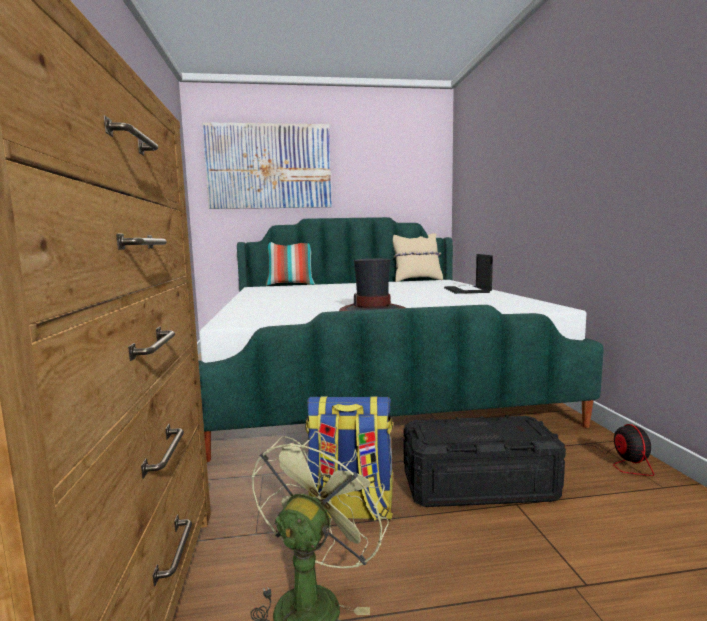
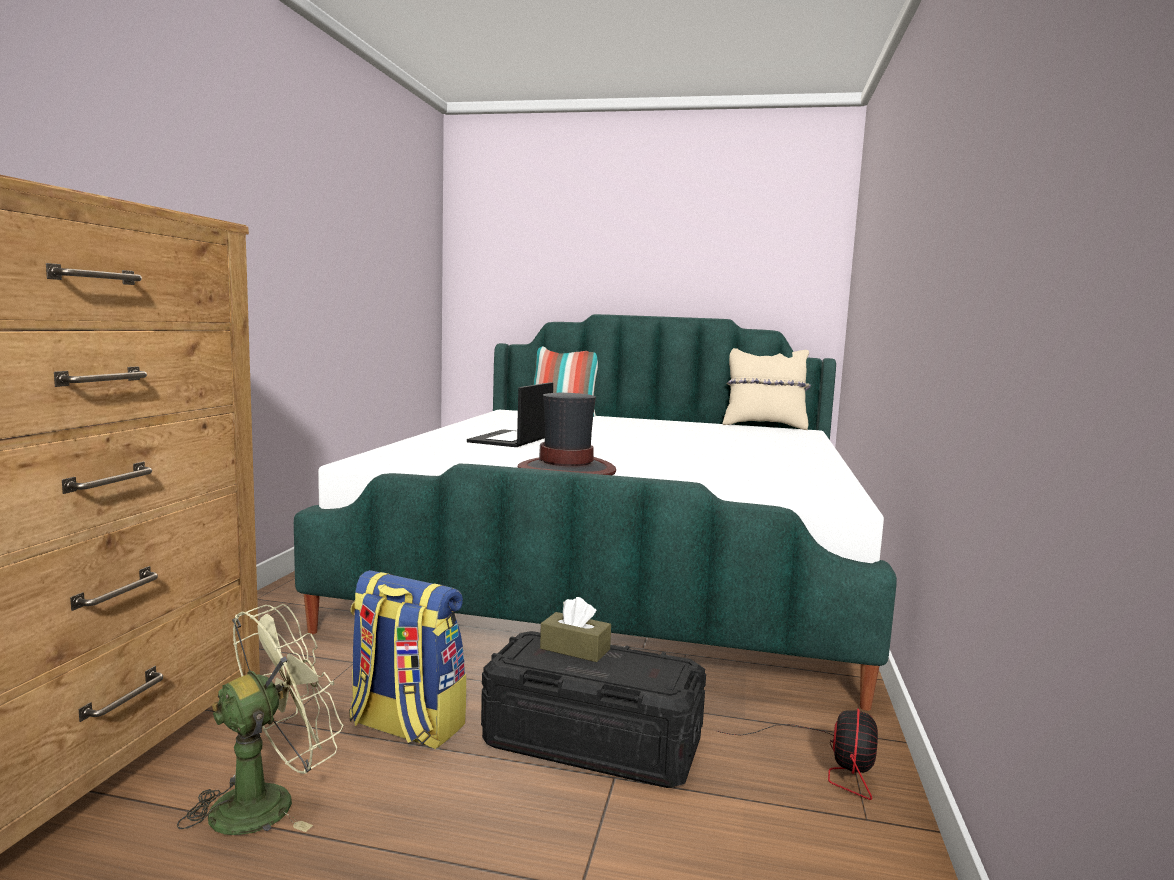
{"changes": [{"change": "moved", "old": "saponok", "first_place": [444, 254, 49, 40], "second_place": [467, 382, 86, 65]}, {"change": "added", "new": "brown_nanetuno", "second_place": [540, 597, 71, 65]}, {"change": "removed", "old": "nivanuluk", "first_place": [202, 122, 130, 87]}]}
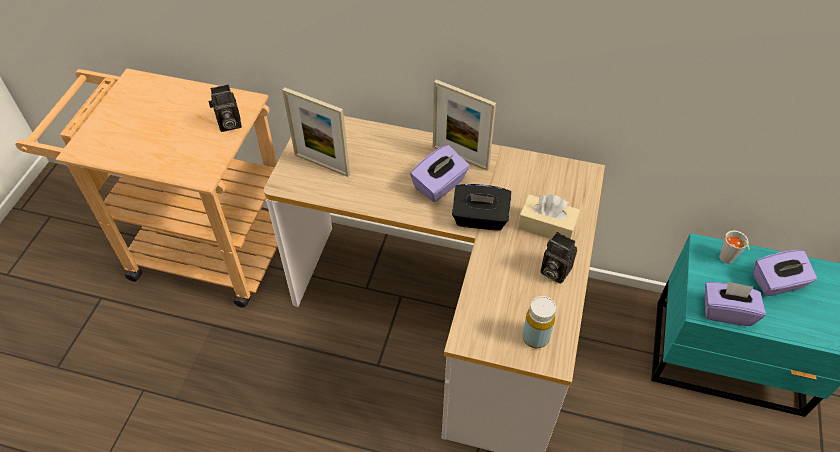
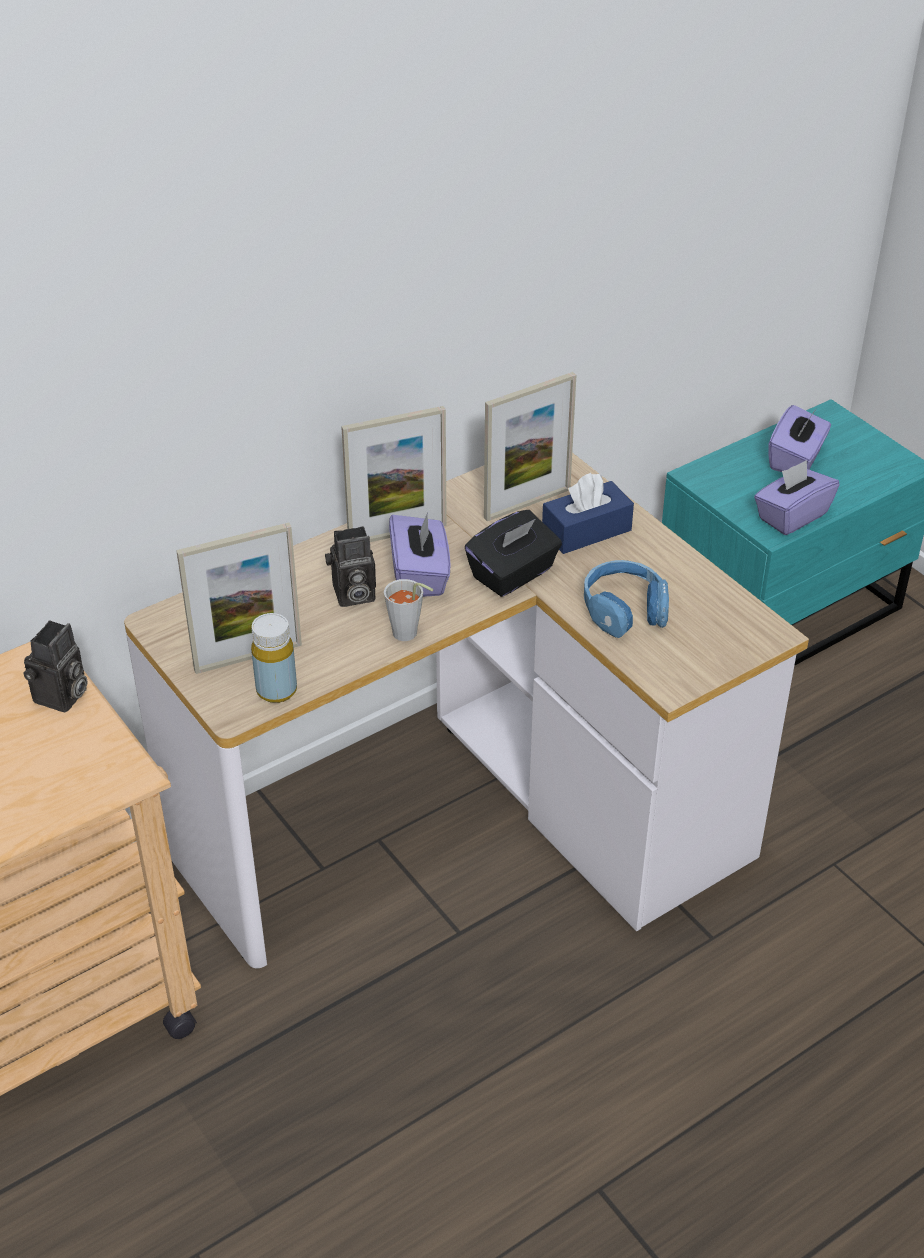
{"changes": [{"change": "moved", "old": "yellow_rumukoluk", "first_place": [522, 296, 34, 52], "second_place": [251, 613, 46, 90]}, {"change": "moved", "old": "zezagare", "first_place": [540, 232, 37, 52], "second_place": [325, 526, 51, 81]}, {"change": "moved", "old": "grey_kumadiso", "first_place": [719, 231, 31, 33], "second_place": [384, 579, 49, 62]}, {"change": "added", "new": "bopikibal", "second_place": [484, 372, 93, 149]}, {"change": "recoloured", "old": "beige_nanetuno", "new": "blue_nanetuno", "first_place": [518, 194, 62, 45], "second_place": [542, 473, 92, 81]}, {"change": "added", "new": "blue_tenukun", "second_place": [584, 560, 85, 78]}]}
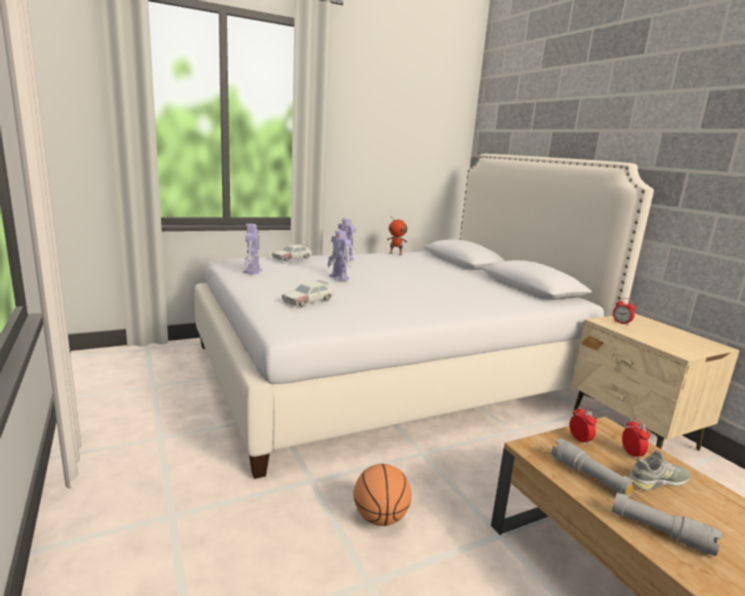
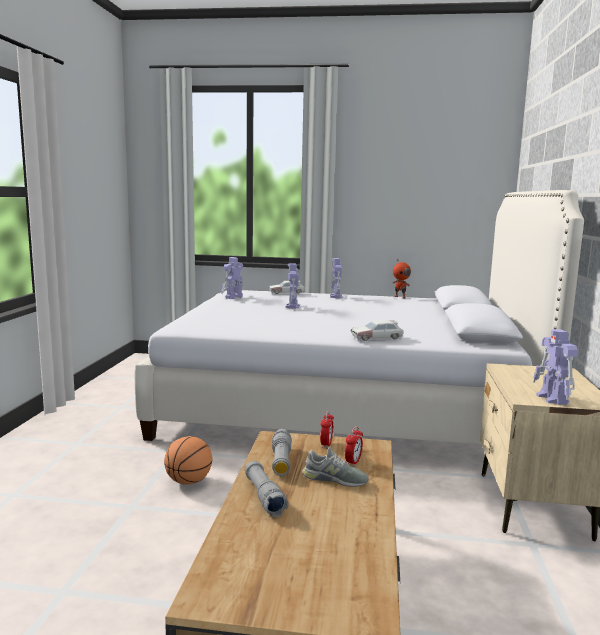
{"changes": [{"change": "moved", "old": "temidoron", "first_place": [282, 280, 52, 27], "second_place": [351, 320, 52, 21]}, {"change": "added", "new": "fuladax", "second_place": [533, 329, 45, 76]}, {"change": "removed", "old": "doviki", "first_place": [613, 298, 22, 27]}]}
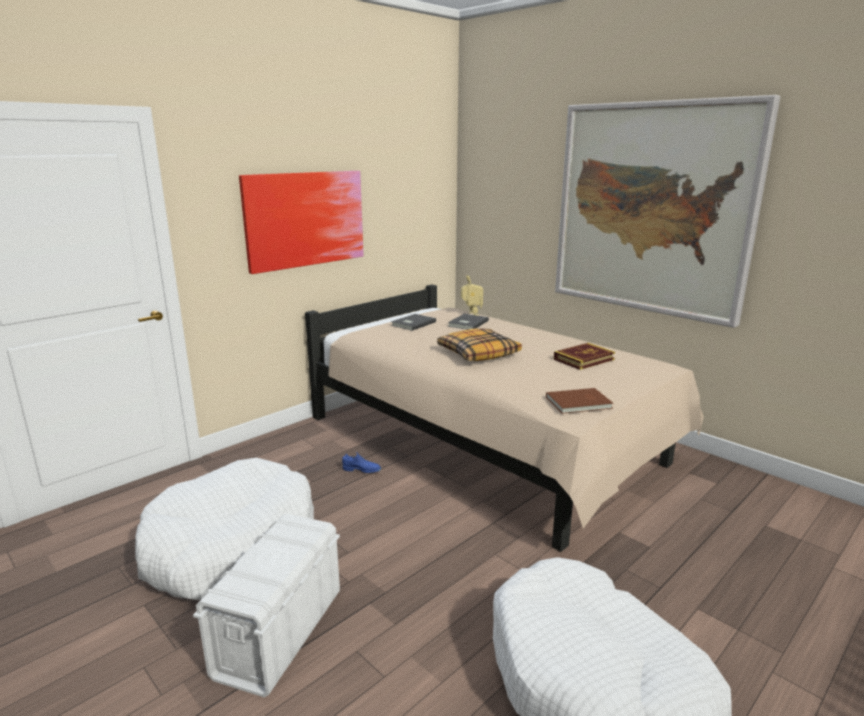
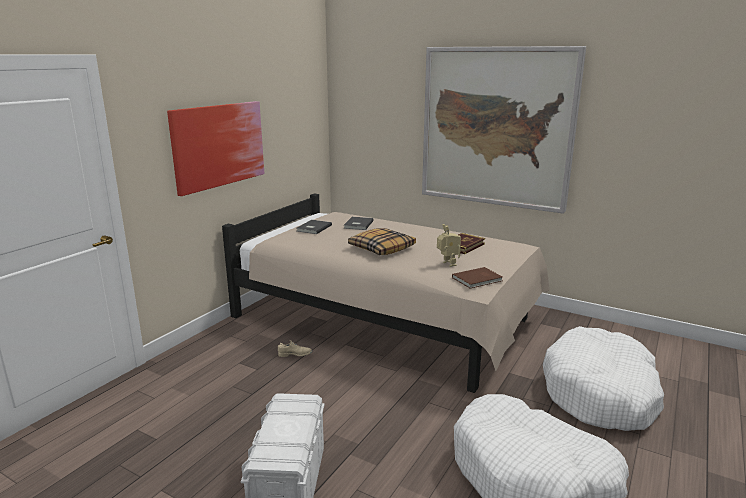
{"changes": [{"change": "recoloured", "old": "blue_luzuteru", "new": "beige_luzuteru", "first_place": [342, 452, 39, 21], "second_place": [278, 340, 34, 17]}, {"change": "moved", "old": "fuladax", "first_place": [461, 276, 22, 40], "second_place": [437, 224, 24, 43]}, {"change": "moved", "old": "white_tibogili", "first_place": [135, 458, 179, 142], "second_place": [543, 326, 121, 105]}]}
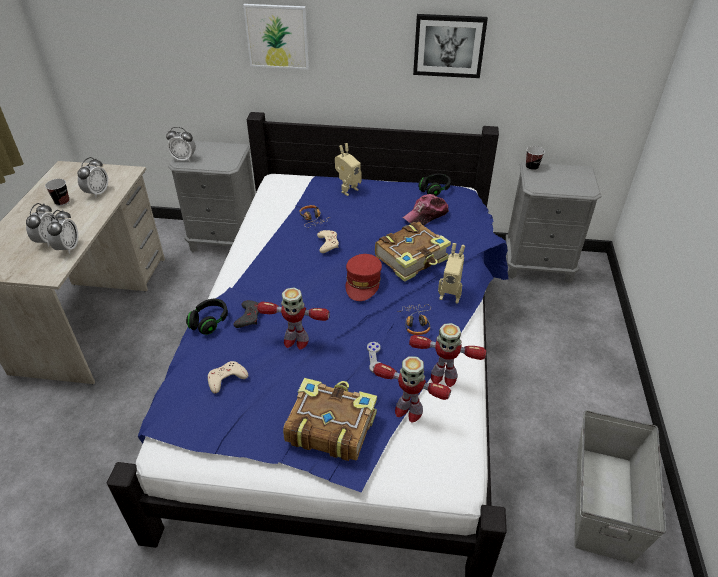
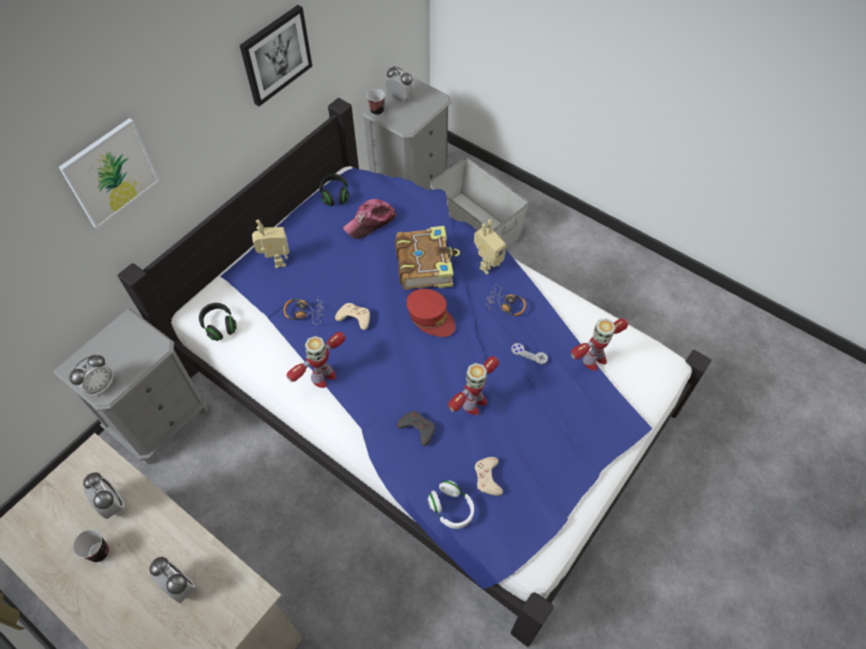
{"changes": [{"change": "moved", "old": "black_tenukun", "first_place": [186, 299, 42, 36], "second_place": [199, 303, 38, 38]}, {"change": "moved", "old": "fuladax", "first_place": [409, 323, 77, 64], "second_place": [286, 332, 60, 56]}, {"change": "turned", "old": "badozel", "first_place": [402, 194, 47, 32], "second_place": [343, 199, 53, 40], "degrees": 60}, {"change": "moved", "old": "doviki", "first_place": [47, 210, 31, 44], "second_place": [386, 66, 28, 35]}, {"change": "added", "new": "white_tenukun", "second_place": [427, 481, 47, 48]}, {"change": "moved", "old": "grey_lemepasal", "first_place": [574, 410, 92, 153], "second_place": [430, 157, 99, 91]}, {"change": "removed", "old": "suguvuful", "first_place": [283, 378, 94, 83]}]}
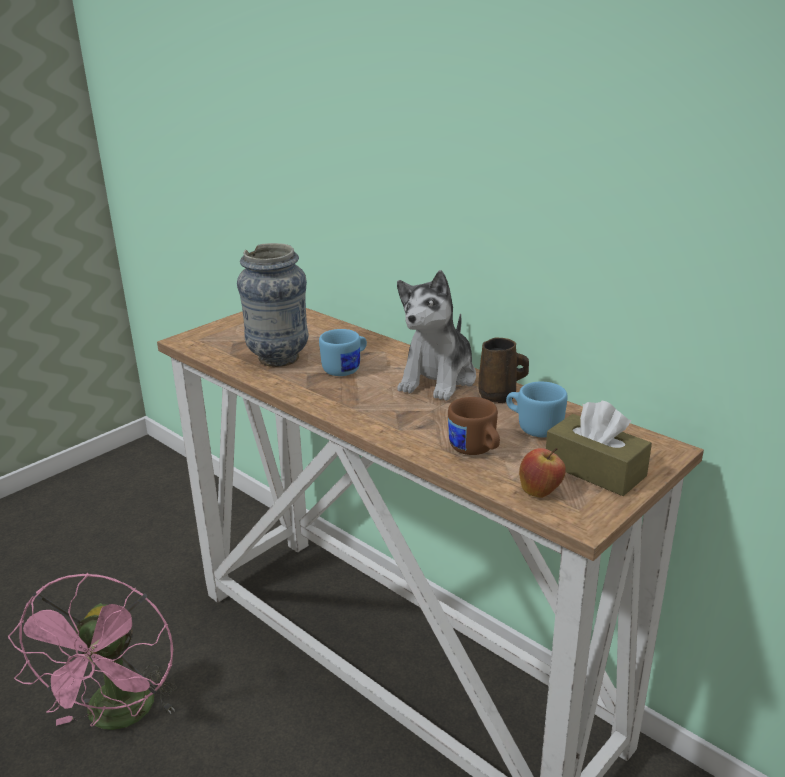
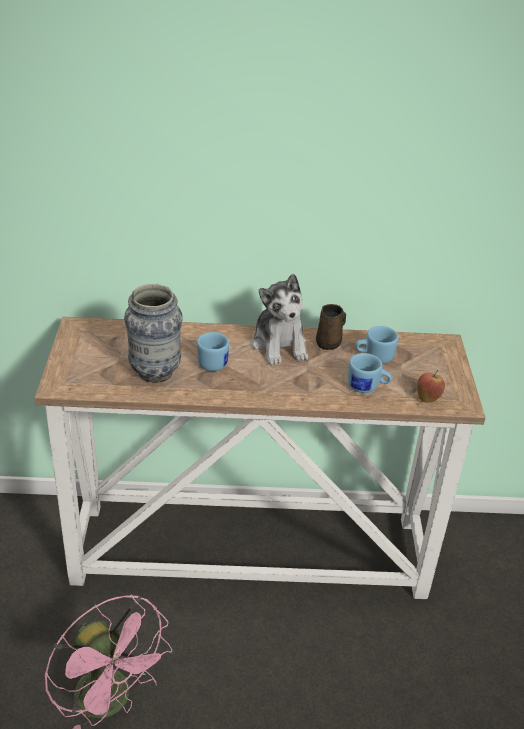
{"changes": [{"change": "recoloured", "old": "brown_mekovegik", "new": "blue_mekovegik", "first_place": [448, 397, 52, 58], "second_place": [348, 353, 44, 40]}, {"change": "removed", "old": "brown_nanetuno", "first_place": [546, 401, 106, 95]}]}
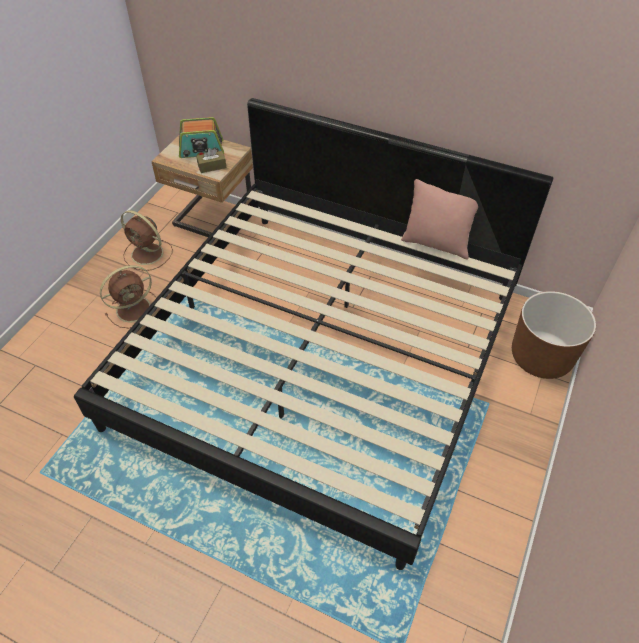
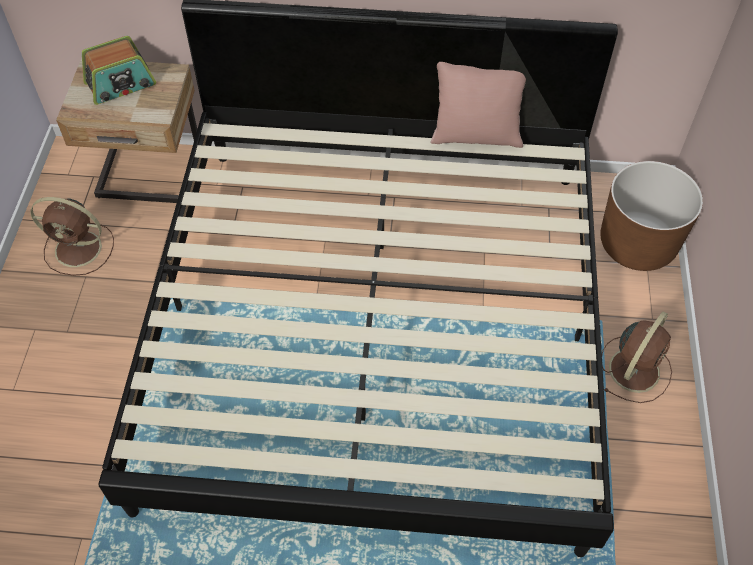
{"changes": [{"change": "moved", "old": "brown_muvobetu", "first_place": [100, 265, 57, 63], "second_place": [602, 311, 70, 92]}, {"change": "removed", "old": "brown_nanetuno", "first_place": [196, 148, 31, 25]}]}
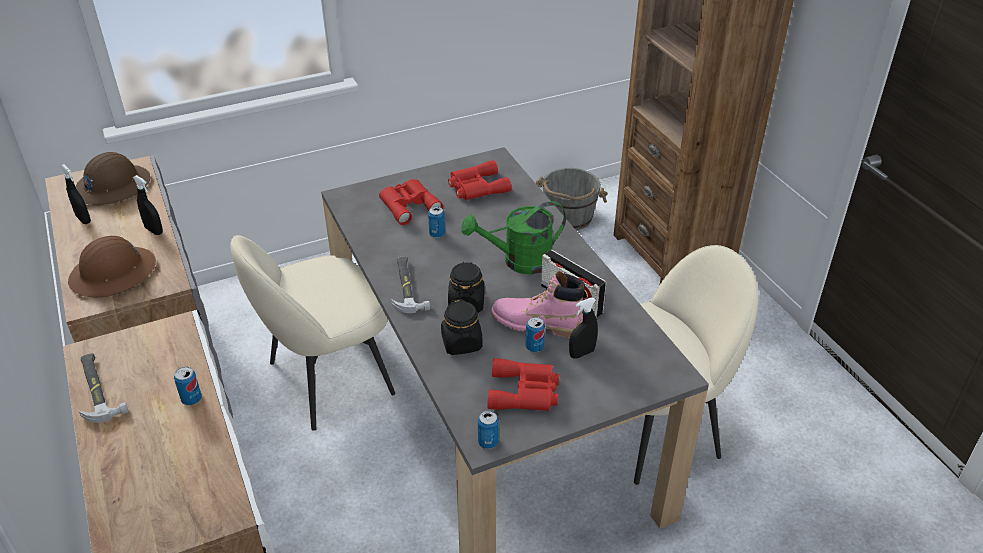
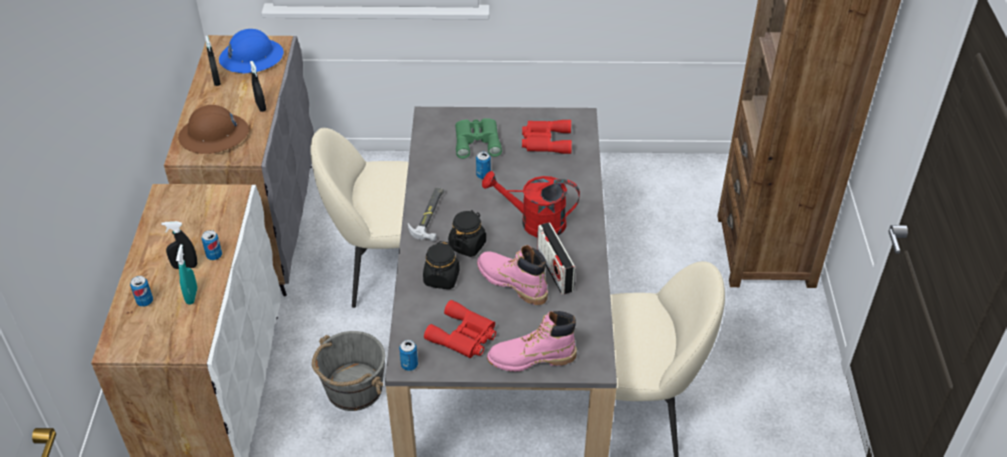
{"changes": [{"change": "moved", "old": "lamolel", "first_place": [526, 317, 19, 35], "second_place": [130, 276, 23, 31]}, {"change": "moved", "old": "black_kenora", "first_place": [569, 298, 29, 61], "second_place": [161, 221, 36, 48]}, {"change": "added", "new": "turquoise_kenora", "second_place": [176, 244, 21, 61]}, {"change": "recoloured", "old": "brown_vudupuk", "new": "blue_vudupuk", "first_place": [75, 152, 75, 53], "second_place": [219, 29, 65, 44]}, {"change": "moved", "old": "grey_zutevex", "first_place": [536, 168, 72, 62], "second_place": [312, 331, 73, 80]}, {"change": "recoloured", "old": "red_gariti", "new": "green_gariti", "first_place": [379, 179, 64, 46], "second_place": [455, 118, 47, 41]}, {"change": "recoloured", "old": "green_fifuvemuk", "new": "red_fifuvemuk", "first_place": [461, 201, 105, 73], "second_place": [482, 171, 98, 67]}, {"change": "added", "new": "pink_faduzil", "second_place": [487, 311, 90, 61]}, {"change": "removed", "old": "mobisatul", "first_place": [79, 353, 50, 70]}]}
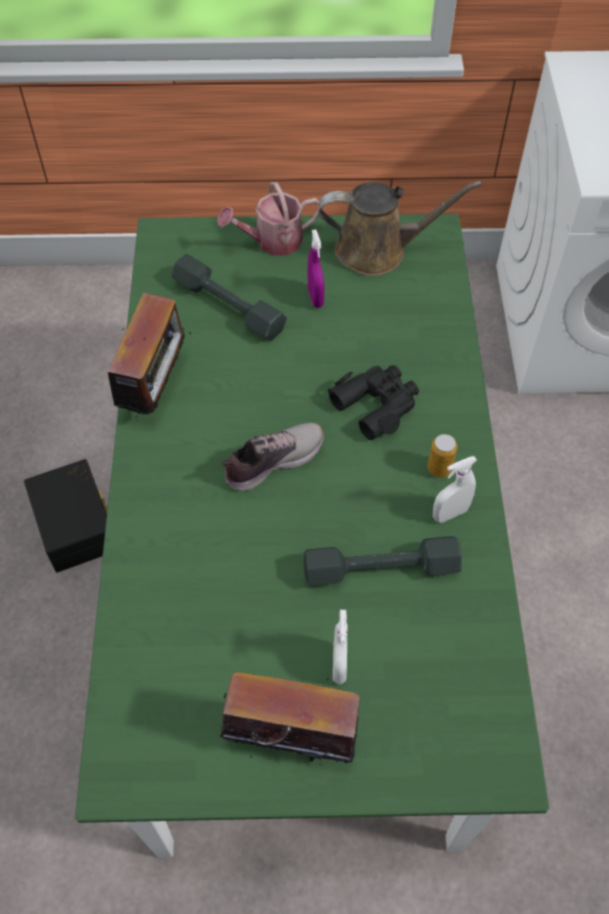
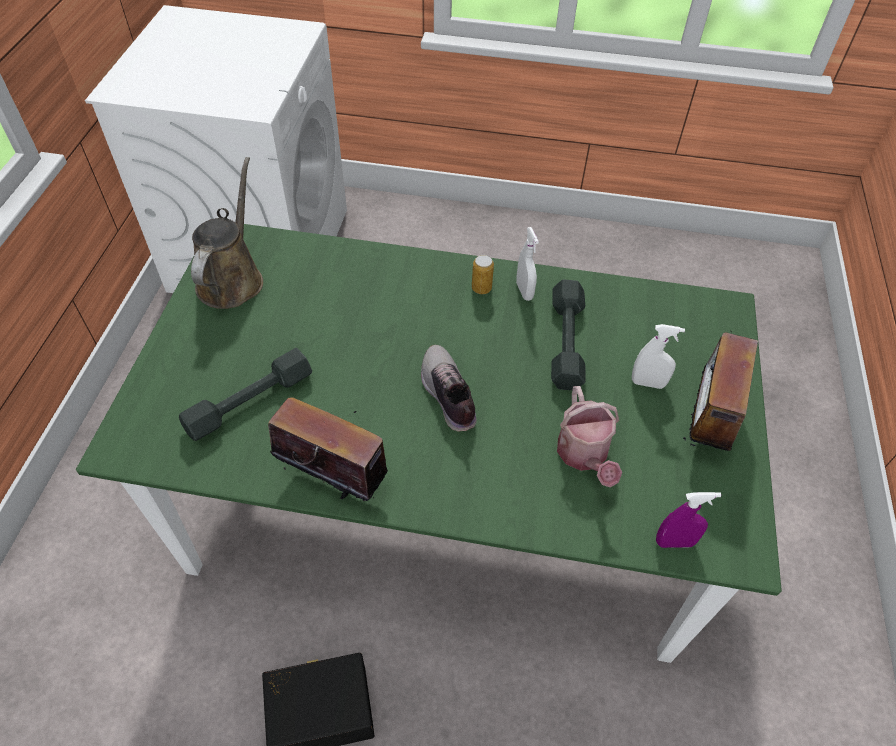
{"changes": [{"change": "moved", "old": "fifuvemuk", "first_place": [218, 182, 101, 74], "second_place": [557, 386, 65, 101]}, {"change": "moved", "old": "purple_kenora", "first_place": [308, 229, 16, 79], "second_place": [656, 492, 65, 56]}, {"change": "removed", "old": "black_gariti", "first_place": [328, 365, 91, 75]}]}
